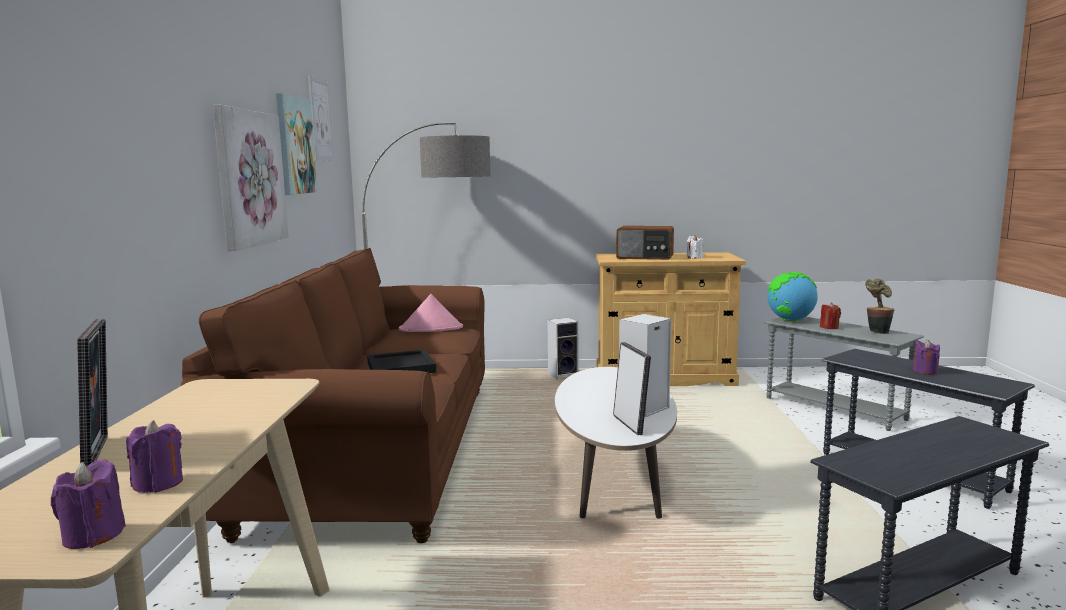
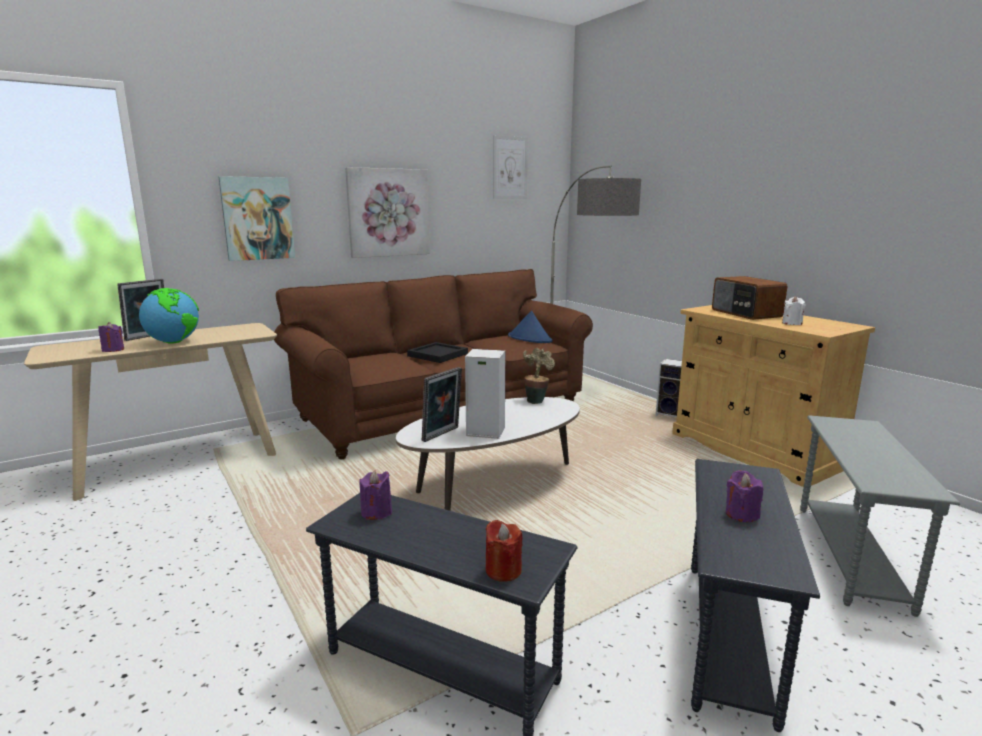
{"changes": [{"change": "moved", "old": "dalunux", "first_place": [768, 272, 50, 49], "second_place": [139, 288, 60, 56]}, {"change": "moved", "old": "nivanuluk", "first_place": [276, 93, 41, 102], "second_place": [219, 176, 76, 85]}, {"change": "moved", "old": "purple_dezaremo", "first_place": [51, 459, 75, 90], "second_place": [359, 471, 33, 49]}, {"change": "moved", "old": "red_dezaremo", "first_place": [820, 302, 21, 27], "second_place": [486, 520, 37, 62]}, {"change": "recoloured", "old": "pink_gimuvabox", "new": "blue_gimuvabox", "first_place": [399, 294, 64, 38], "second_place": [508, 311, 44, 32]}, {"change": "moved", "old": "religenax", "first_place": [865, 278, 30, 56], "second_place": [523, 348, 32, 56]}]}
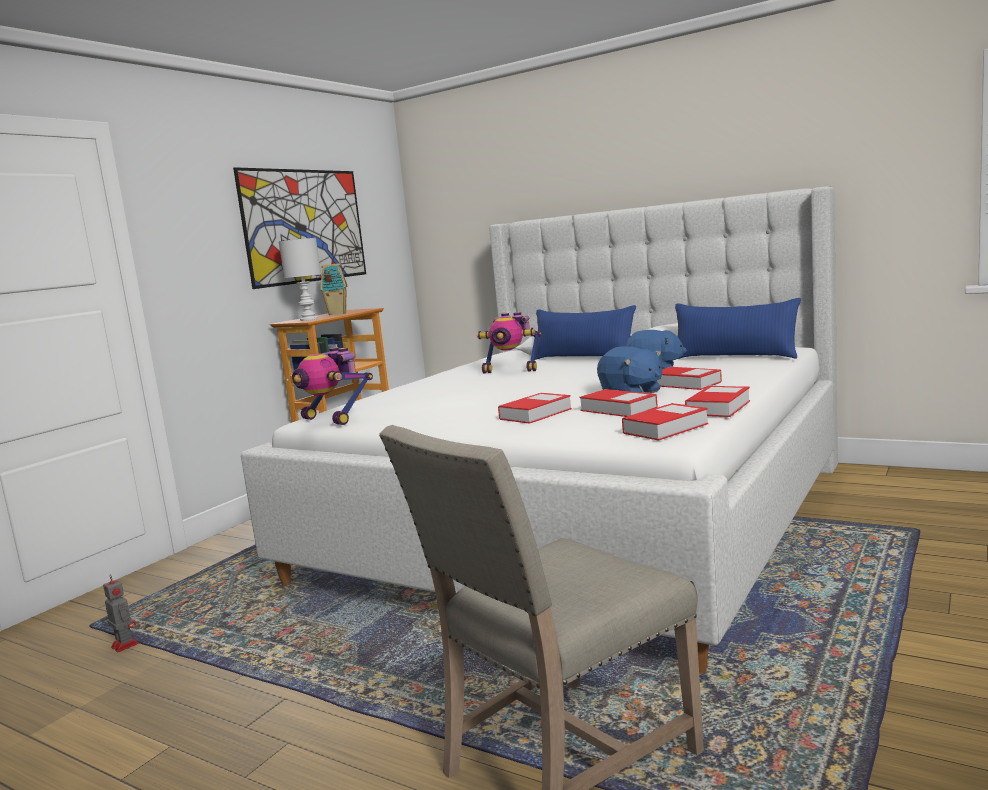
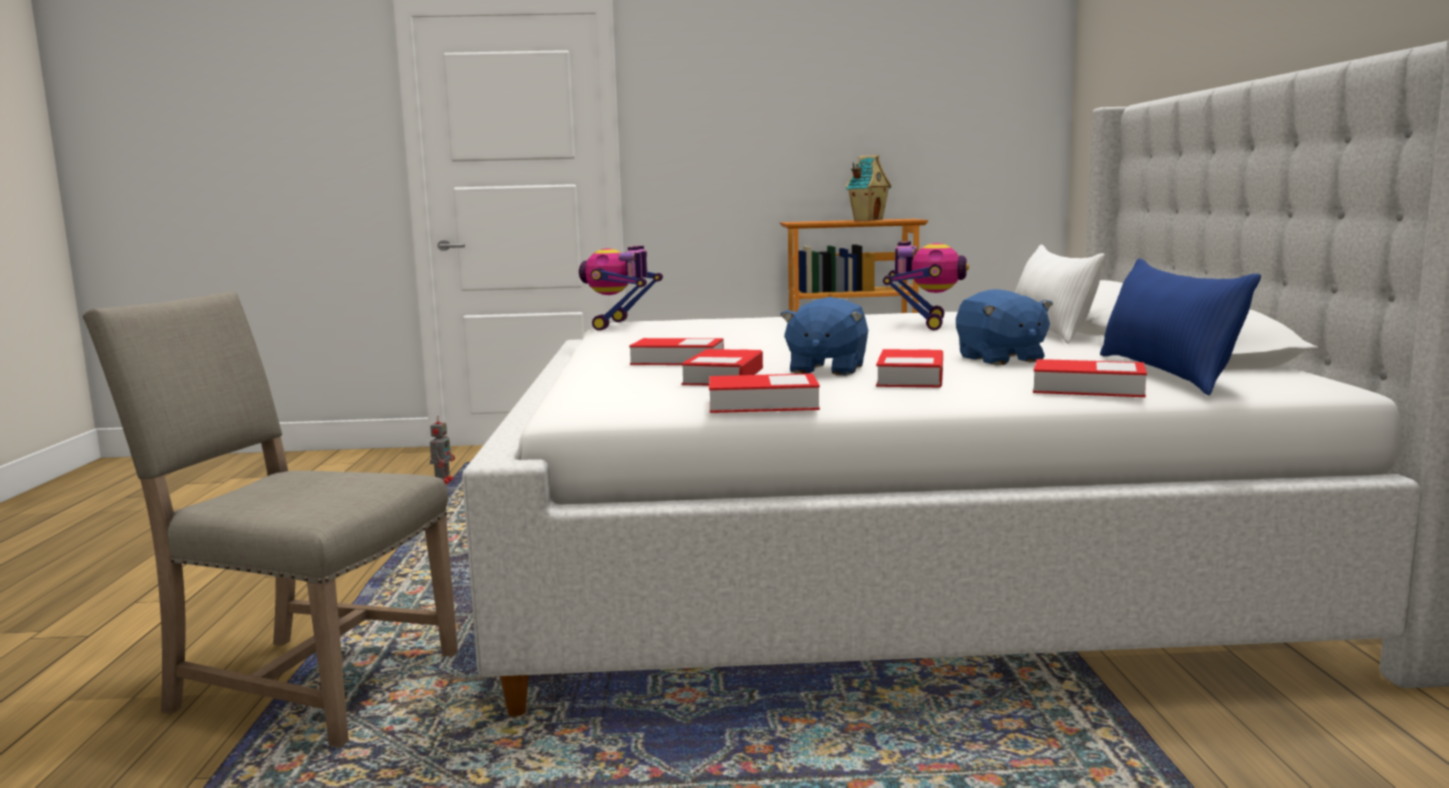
{"changes": [{"change": "turned", "old": "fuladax", "first_place": [477, 312, 64, 62], "second_place": [883, 241, 86, 89], "degrees": -150}, {"change": "recoloured", "old": "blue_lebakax", "new": "white_lebakax", "first_place": [535, 305, 101, 55], "second_place": [1015, 245, 90, 99]}, {"change": "moved", "old": "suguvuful", "first_place": [622, 403, 87, 38], "second_place": [1033, 359, 114, 38]}, {"change": "removed", "old": "nivanuluk", "first_place": [233, 167, 133, 122]}, {"change": "removed", "old": "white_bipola", "first_place": [278, 238, 43, 83]}]}
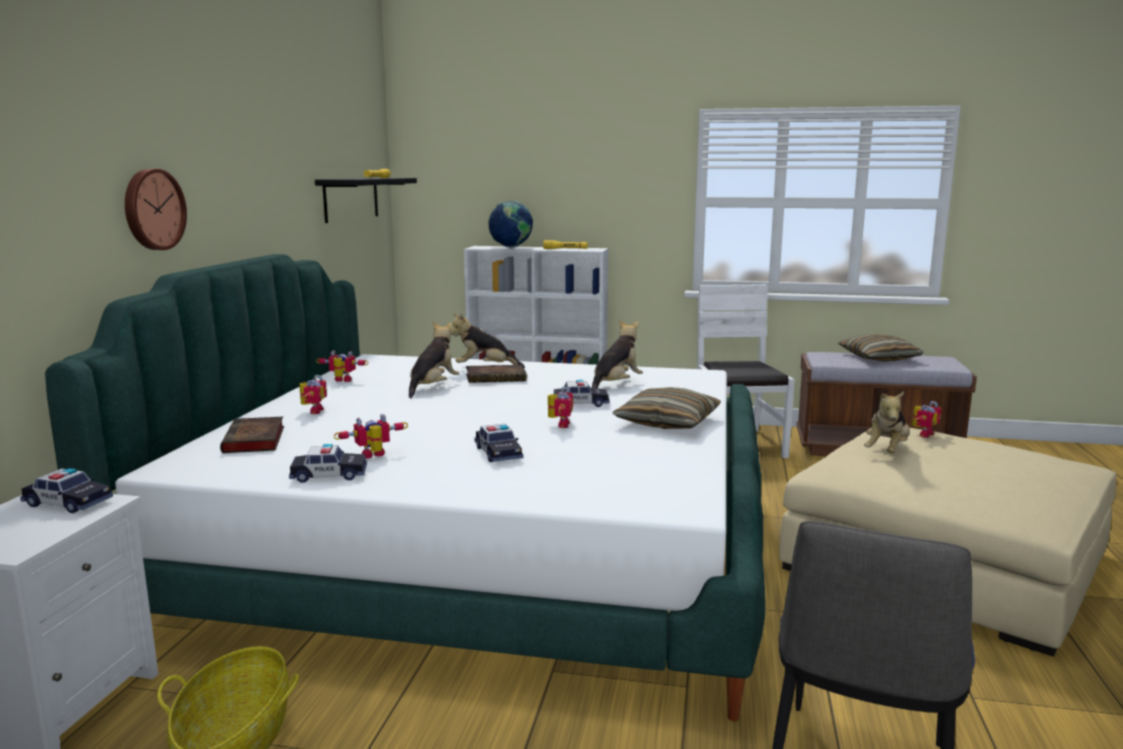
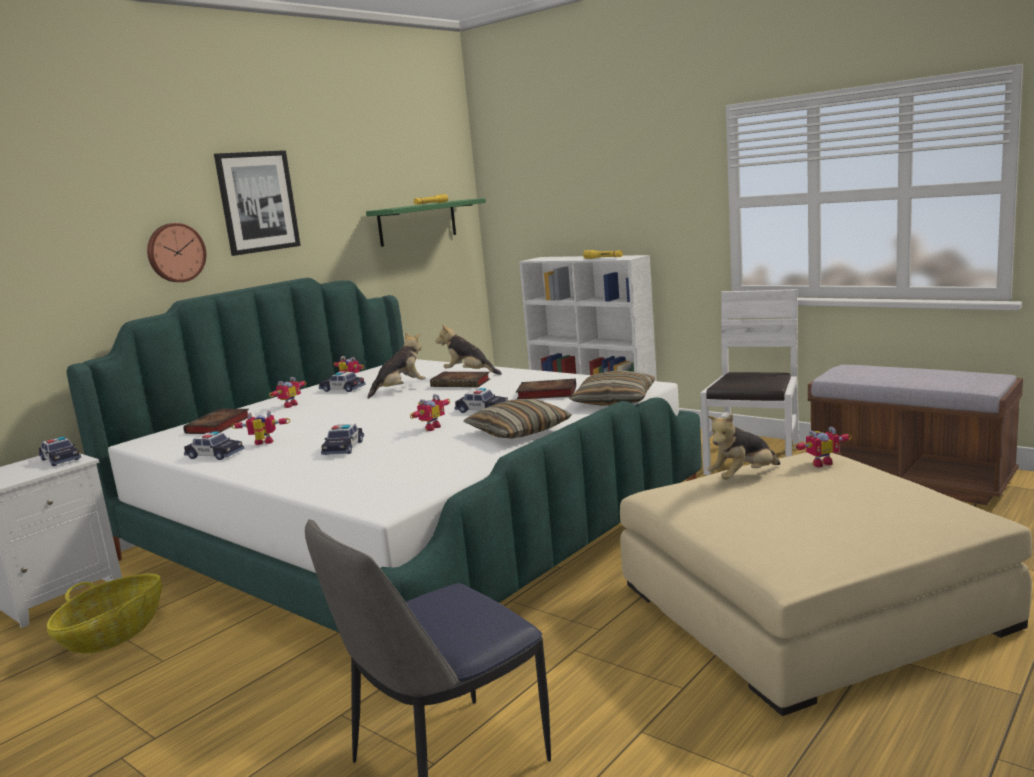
{"changes": [{"change": "added", "new": "nivanuluk", "second_place": [214, 150, 87, 106]}, {"change": "added", "new": "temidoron", "second_place": [319, 371, 47, 21]}, {"change": "recoloured", "old": "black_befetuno", "new": "green_befetuno", "first_place": [315, 178, 102, 45], "second_place": [366, 198, 120, 49]}, {"change": "replaced", "old": "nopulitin", "new": "suguvuful", "first_place": [592, 320, 51, 68], "second_place": [516, 378, 60, 21]}, {"change": "moved", "old": "lebakax", "first_place": [838, 334, 86, 28], "second_place": [569, 370, 86, 36]}, {"change": "removed", "old": "dalunux", "first_place": [489, 201, 44, 47]}]}
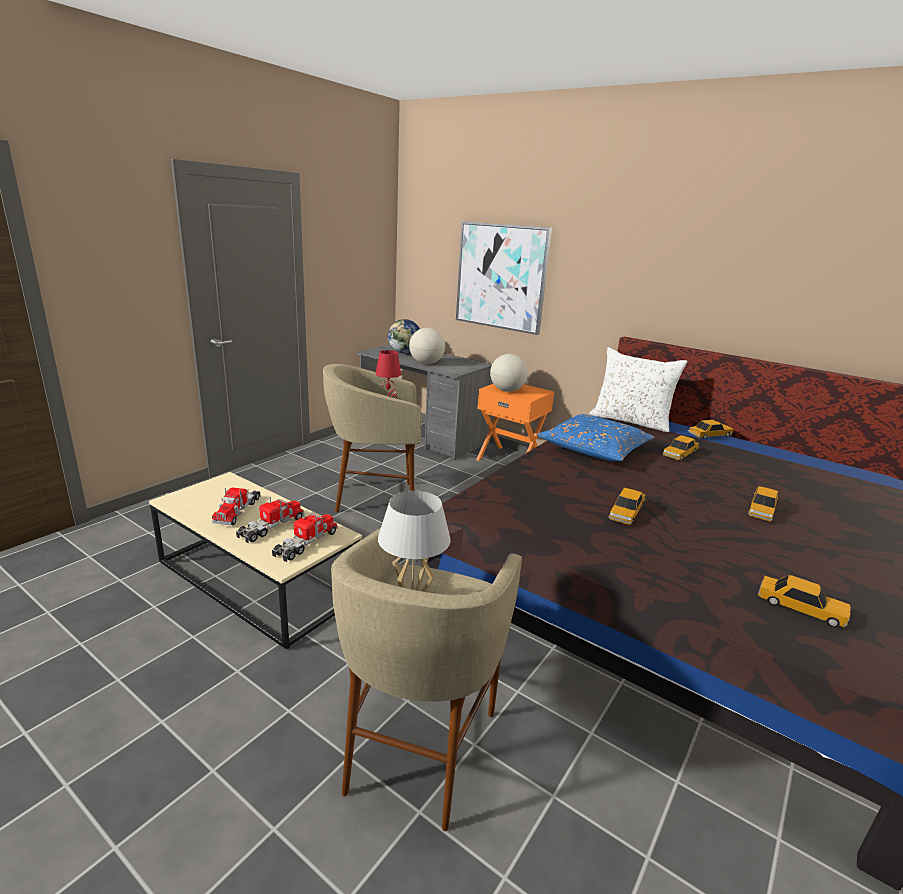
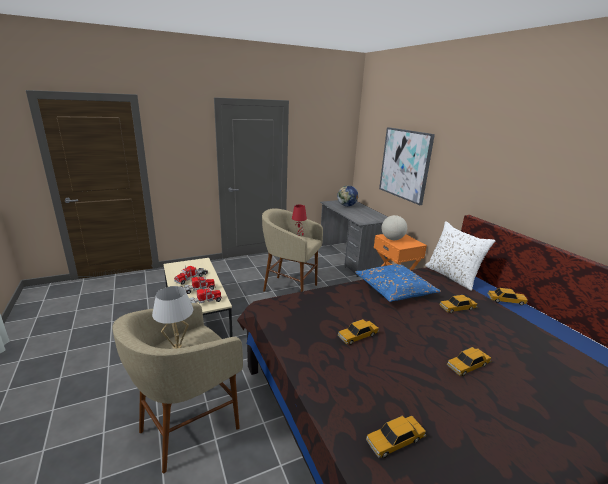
{"changes": [{"change": "turned", "old": "temidoron", "first_place": [758, 575, 93, 53], "second_place": [366, 416, 60, 42], "degrees": 90}, {"change": "removed", "old": "dalunux", "first_place": [409, 328, 36, 36]}]}
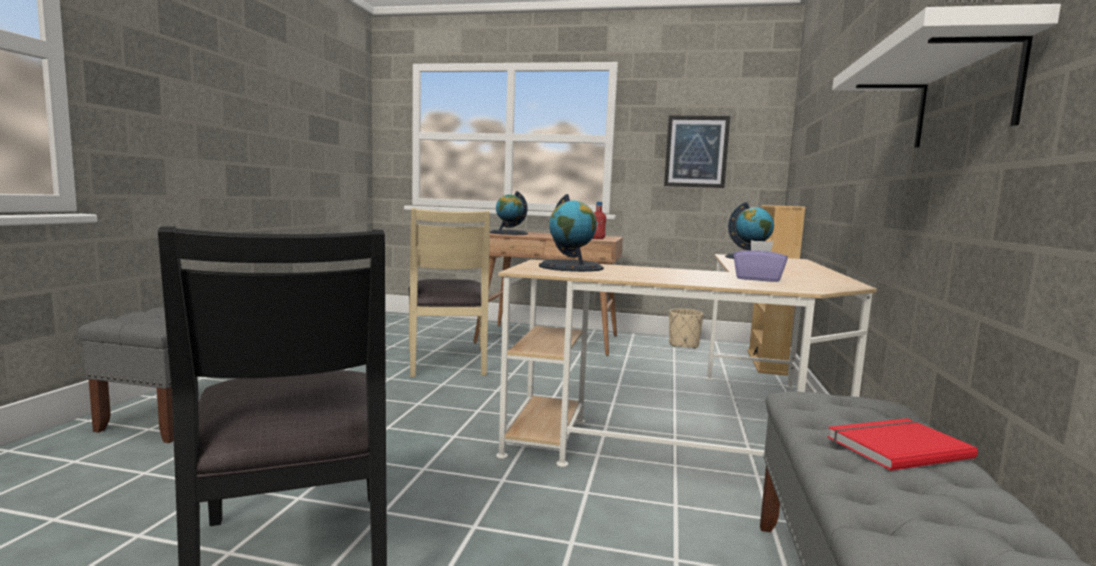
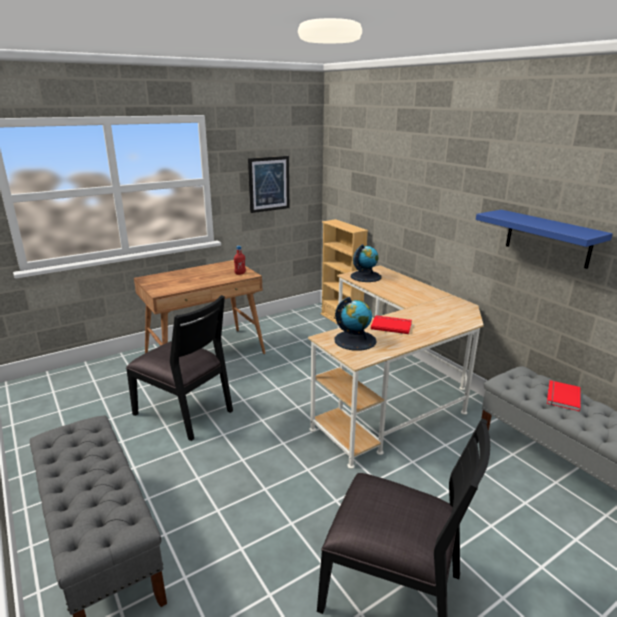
{"changes": [{"change": "recoloured", "old": "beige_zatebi", "new": "black_zatebi", "first_place": [408, 208, 82, 169], "second_place": [126, 295, 107, 146]}, {"change": "added", "new": "red_suguvuful", "second_place": [371, 315, 41, 19]}, {"change": "recoloured", "old": "white_befetuno", "new": "blue_befetuno", "first_place": [832, 4, 229, 144], "second_place": [476, 210, 137, 59]}, {"change": "removed", "old": "dalunux", "first_place": [490, 191, 38, 44]}, {"change": "removed", "old": "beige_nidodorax", "first_place": [669, 309, 35, 40]}, {"change": "removed", "old": "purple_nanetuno", "first_place": [733, 240, 54, 42]}]}
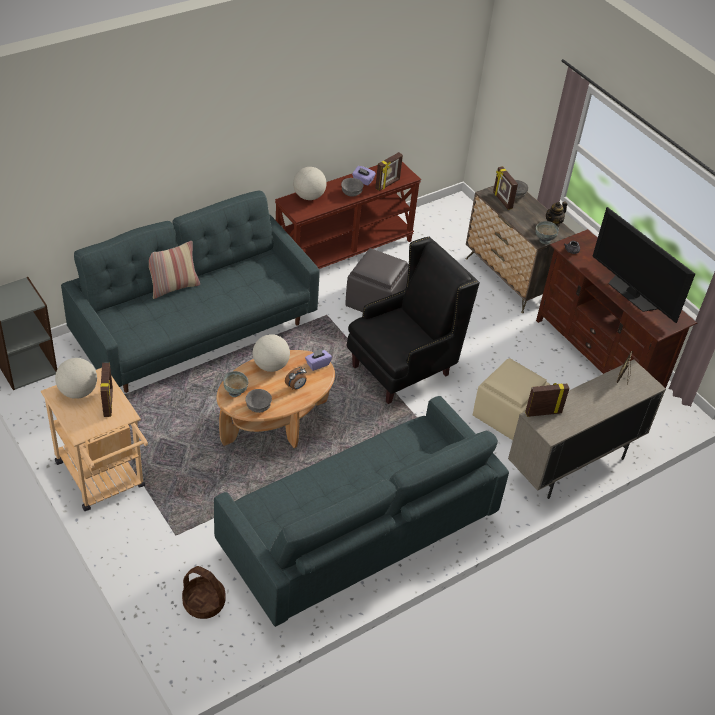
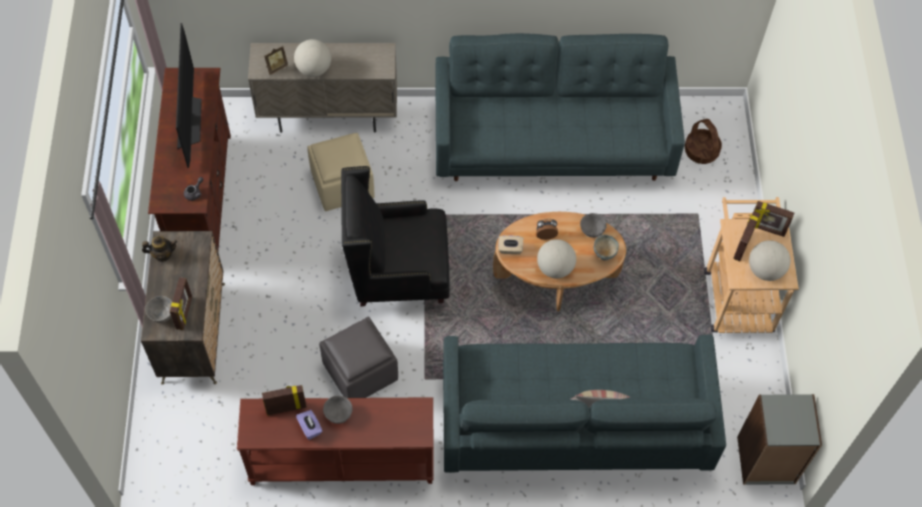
{"changes": [{"change": "moved", "old": "dalunux", "first_place": [293, 167, 33, 33], "second_place": [294, 39, 37, 38]}, {"change": "recoloured", "old": "purple_nanetuno", "new": "beige_nanetuno", "first_place": [305, 349, 27, 22], "second_place": [498, 235, 25, 19]}, {"change": "moved", "old": "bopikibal", "first_place": [525, 383, 44, 34], "second_place": [754, 201, 40, 36]}, {"change": "removed", "old": "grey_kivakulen", "first_place": [535, 221, 24, 23]}]}
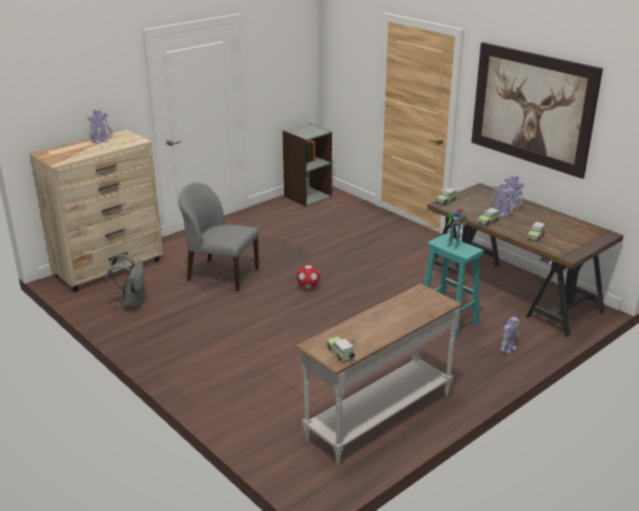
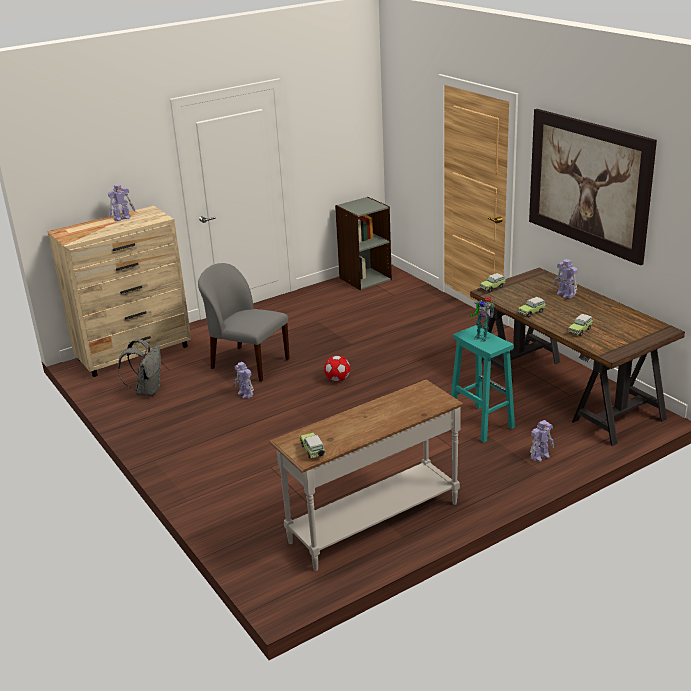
{"changes": [{"change": "moved", "old": "fuladax", "first_place": [489, 182, 25, 35], "second_place": [235, 362, 19, 36]}]}
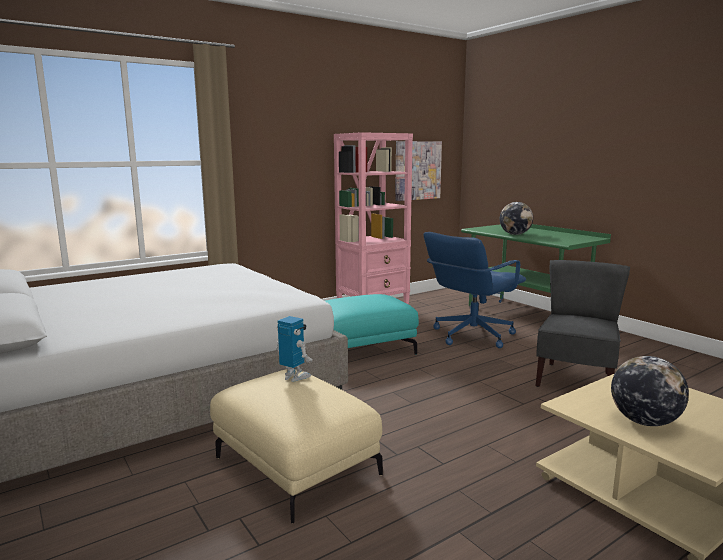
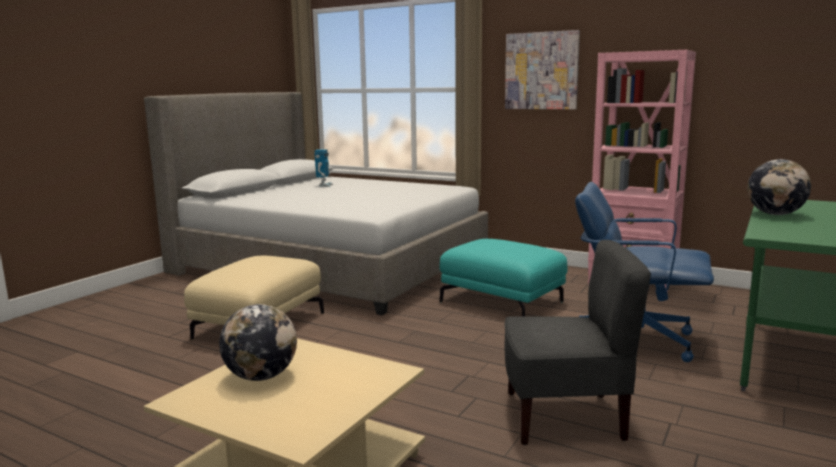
{"changes": [{"change": "moved", "old": "fuladax", "first_place": [276, 316, 36, 66], "second_place": [314, 149, 19, 38]}, {"change": "moved", "old": "nivanuluk", "first_place": [395, 141, 47, 60], "second_place": [505, 30, 75, 79]}]}
